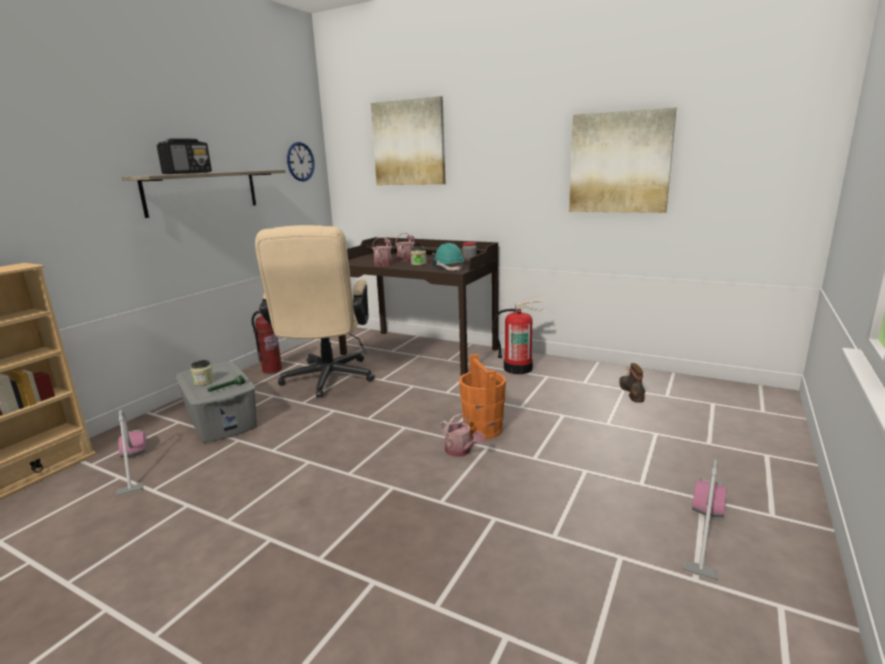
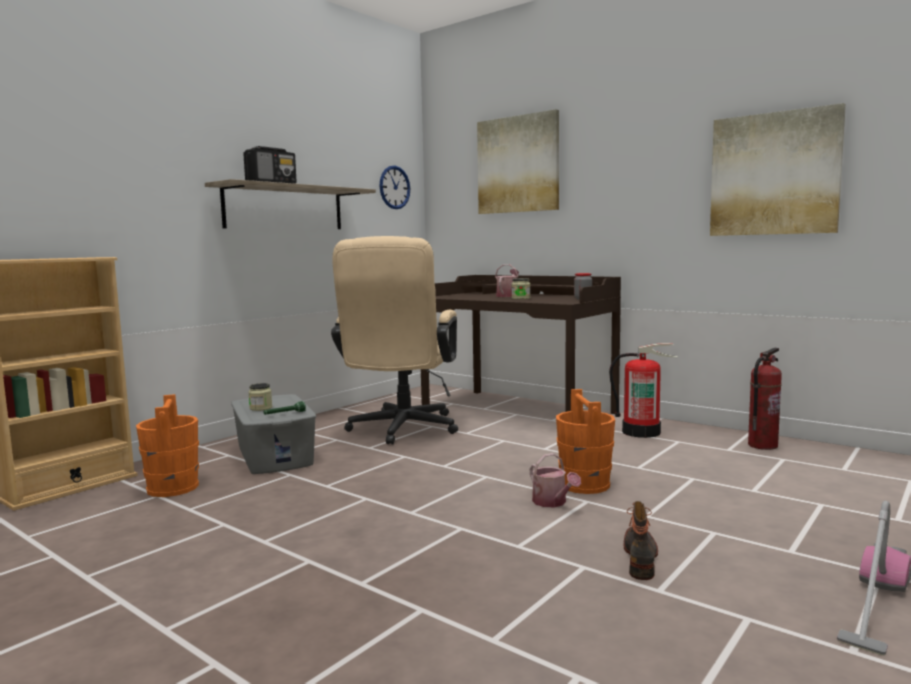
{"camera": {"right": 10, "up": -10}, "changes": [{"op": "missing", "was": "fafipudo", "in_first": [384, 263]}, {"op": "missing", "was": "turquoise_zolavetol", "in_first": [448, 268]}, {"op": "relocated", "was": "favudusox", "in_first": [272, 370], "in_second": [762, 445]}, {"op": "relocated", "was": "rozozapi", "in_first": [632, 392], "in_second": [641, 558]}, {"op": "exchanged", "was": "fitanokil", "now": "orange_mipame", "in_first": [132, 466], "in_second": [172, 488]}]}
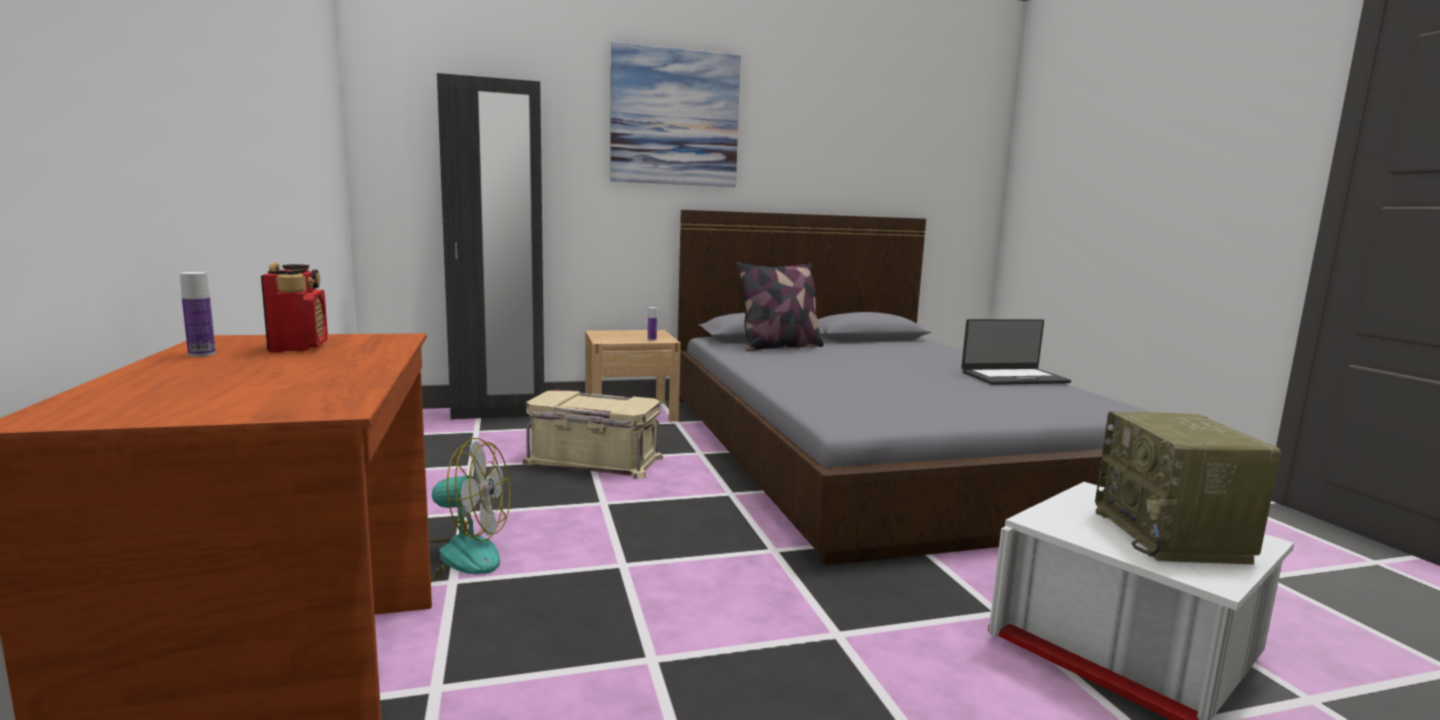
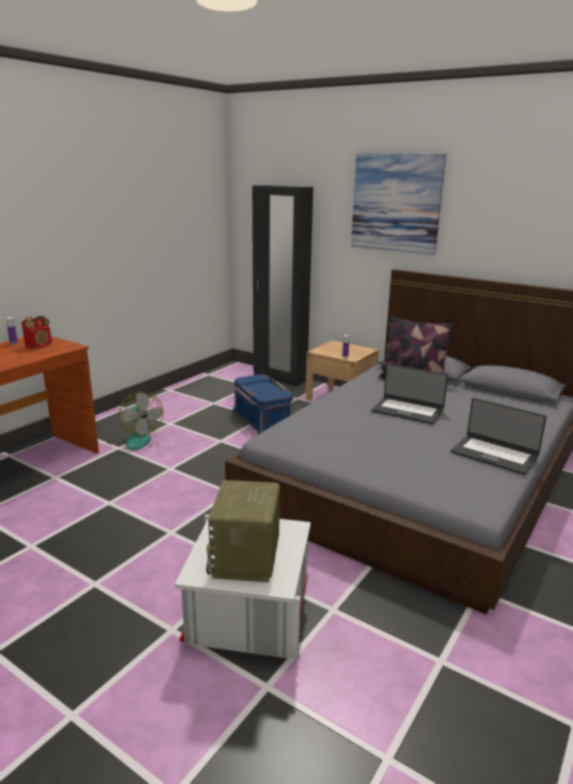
{"camera": {"right": 50, "up": 10}, "changes": [{"op": "appeared", "now": "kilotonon", "in_second": [407, 411]}, {"op": "colour", "was": "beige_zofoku", "now": "blue_zofoku", "in_first": [593, 460], "in_second": [261, 419]}, {"op": "spun", "was": "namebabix", "in_first": [1172, 537], "in_second": [246, 558], "clockwise": -45}]}
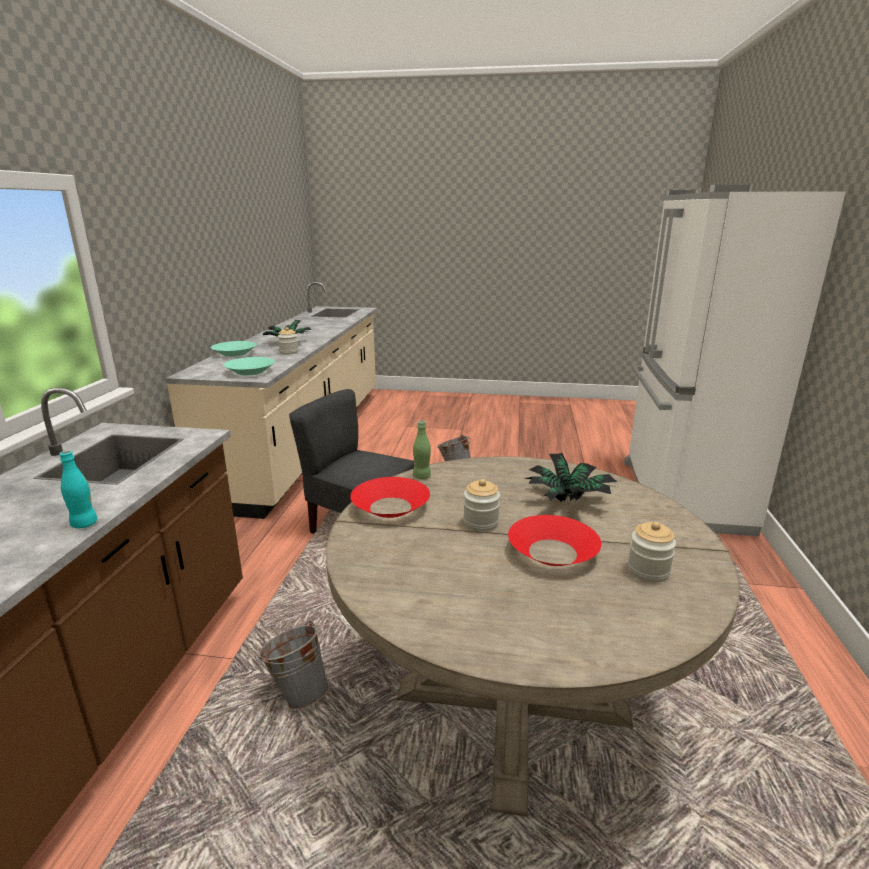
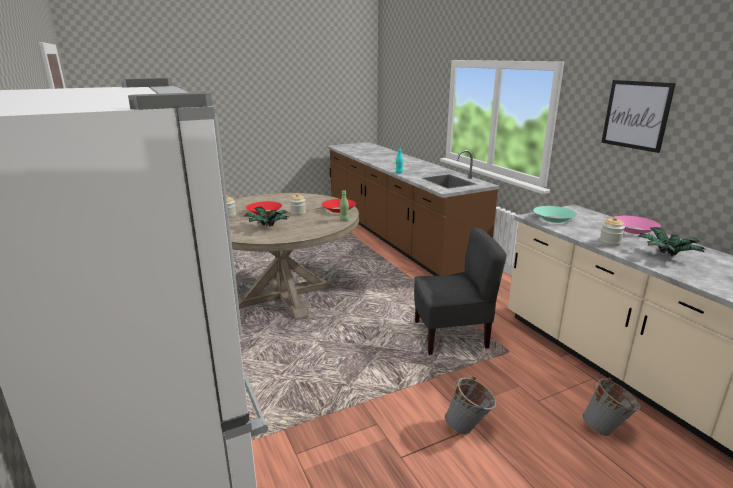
{"camera": {"right": 145, "up": 0}, "changes": [{"op": "appeared", "now": "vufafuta", "in_second": [636, 115]}, {"op": "relocated", "was": "grey_mipame", "in_first": [298, 693], "in_second": [606, 429]}, {"op": "colour", "was": "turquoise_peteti", "now": "pink_peteti", "in_first": [235, 353], "in_second": [634, 230]}]}
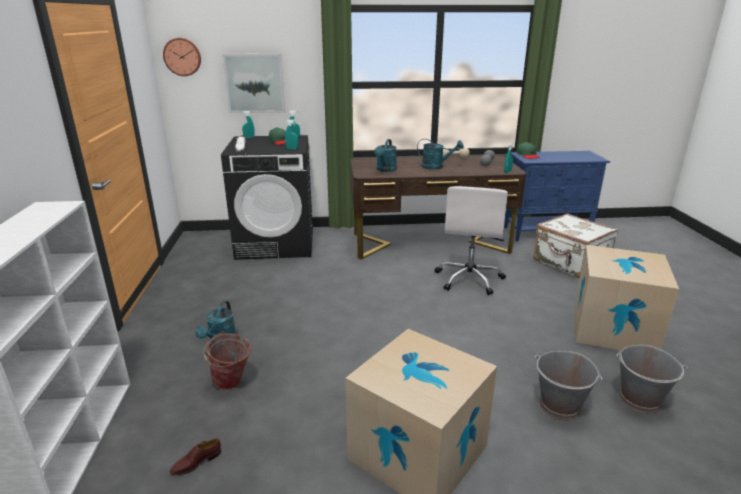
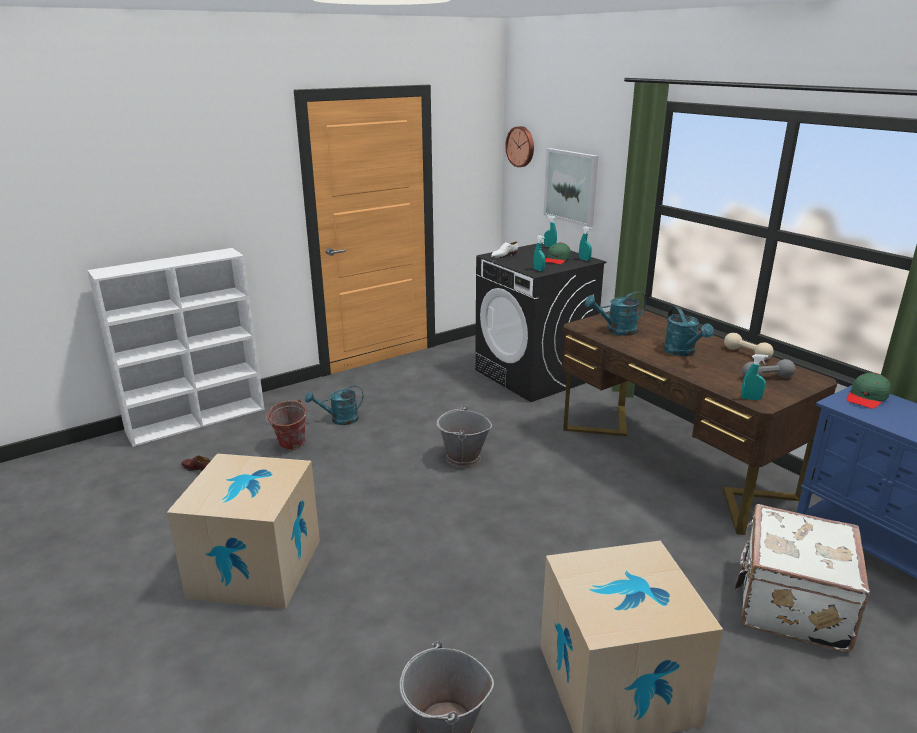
{"camera": {"right": 60, "up": 0}, "changes": [{"op": "missing", "was": "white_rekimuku", "in_first": [469, 279]}, {"op": "relocated", "was": "grey_mipame", "in_first": [560, 407], "in_second": [463, 459]}]}
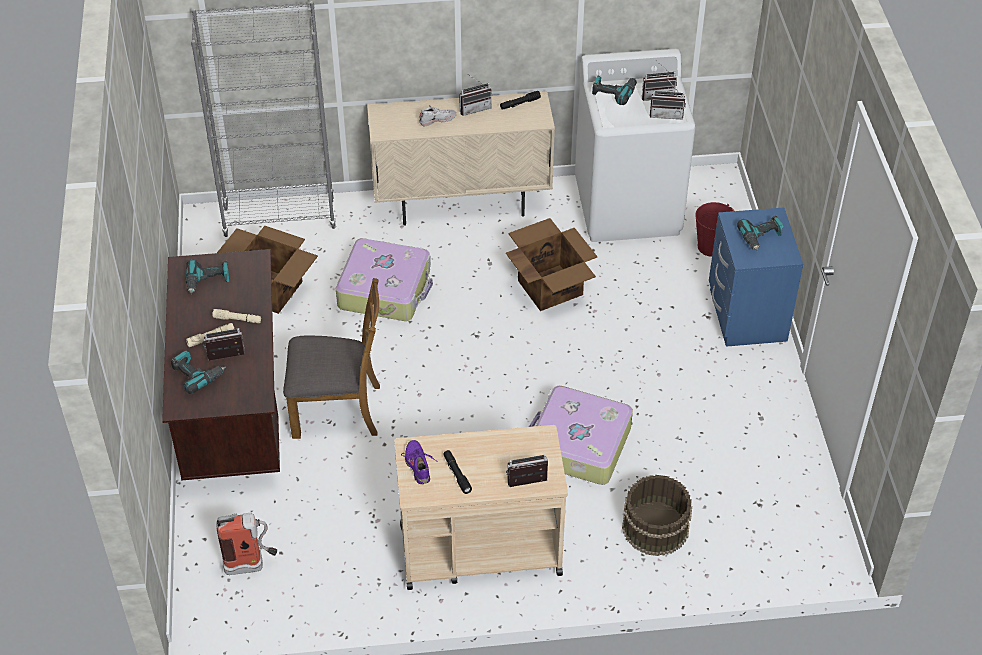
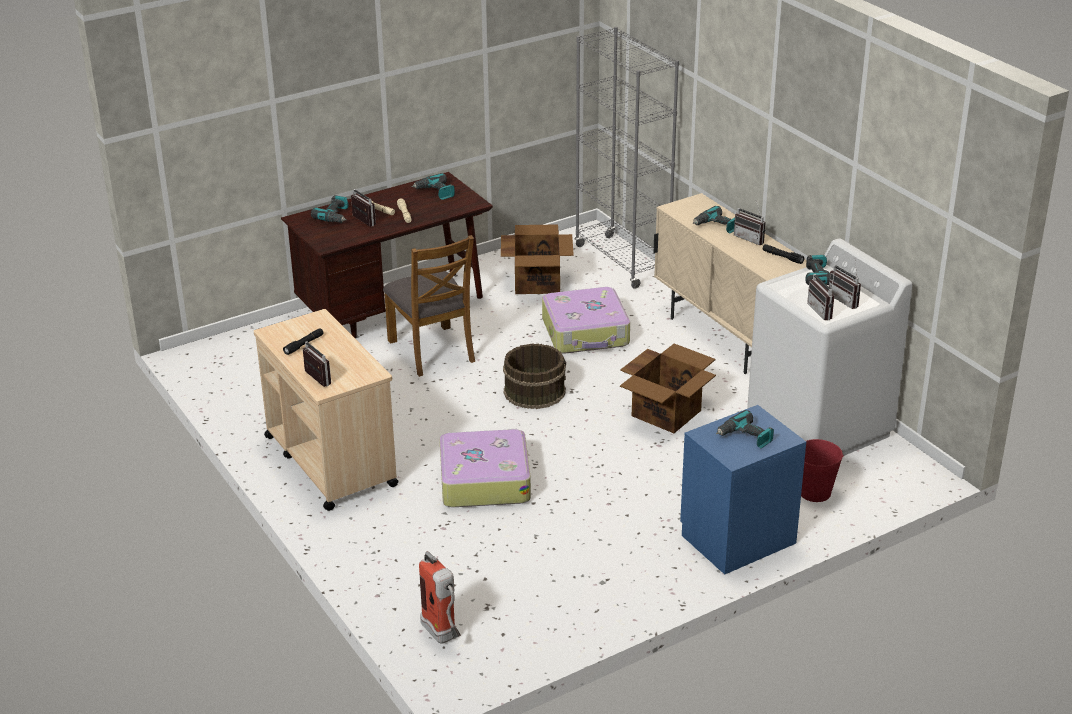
{"camera": {"right": 65, "up": -15}, "changes": [{"op": "missing", "was": "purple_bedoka", "in_first": [418, 465]}, {"op": "relocated", "was": "favudusox", "in_first": [251, 565], "in_second": [443, 636]}, {"op": "relocated", "was": "brown_mipame", "in_first": [654, 527], "in_second": [534, 391]}, {"op": "exchanged", "was": "white_bedoka", "now": "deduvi", "in_first": [437, 119], "in_second": [716, 226]}]}
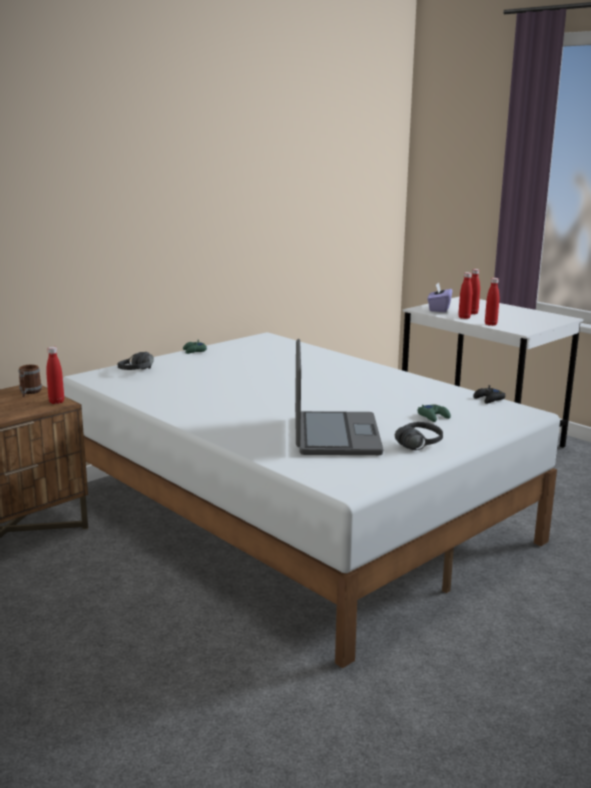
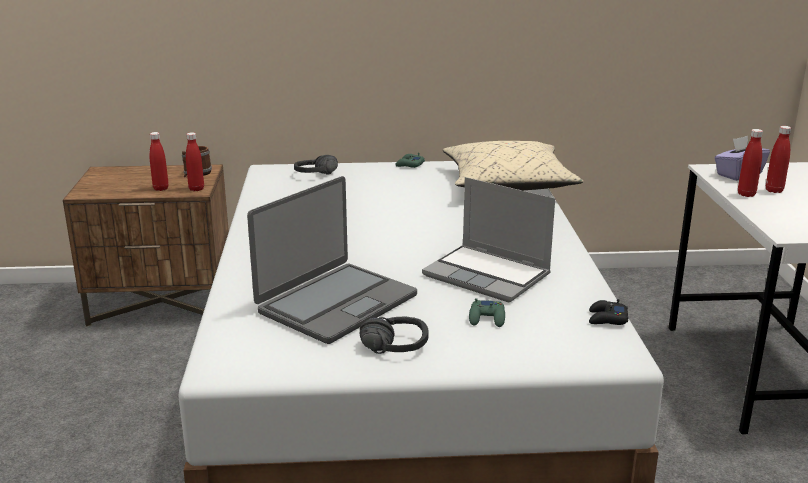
{"camera": {"right": 40, "up": 5}, "changes": [{"op": "appeared", "now": "kilotonon", "in_second": [488, 275]}, {"op": "appeared", "now": "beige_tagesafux", "in_second": [507, 184]}, {"op": "relocated", "was": "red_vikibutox", "in_first": [490, 324], "in_second": [161, 188]}]}
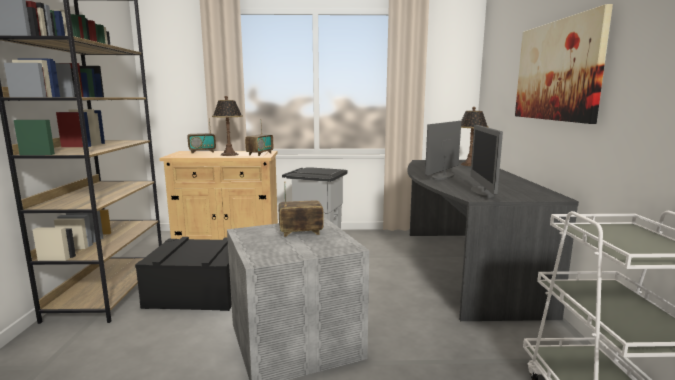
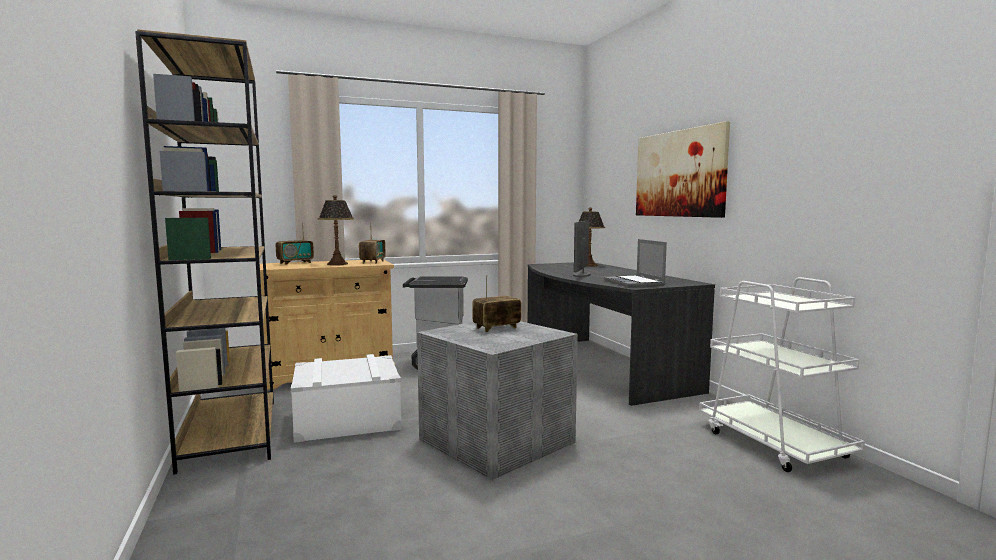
{"camera": {"right": -20, "up": -5}, "changes": [{"op": "exchanged", "was": "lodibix", "now": "kilotonon", "in_first": [482, 192], "in_second": [634, 283]}, {"op": "colour", "was": "black_zofoku", "now": "white_zofoku", "in_first": [198, 292], "in_second": [347, 420]}]}
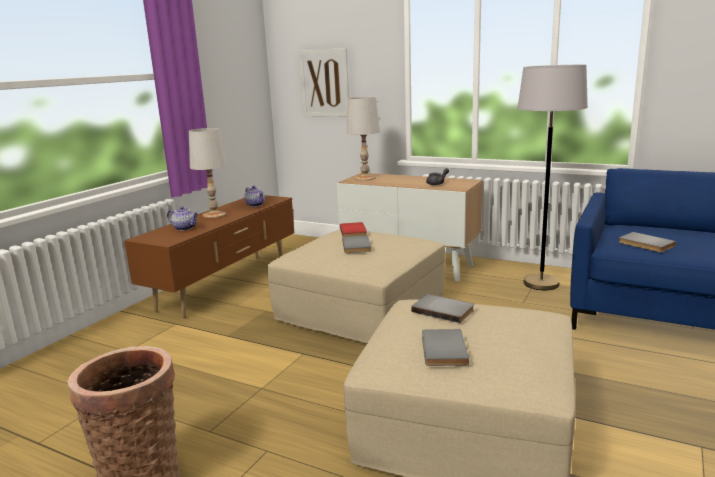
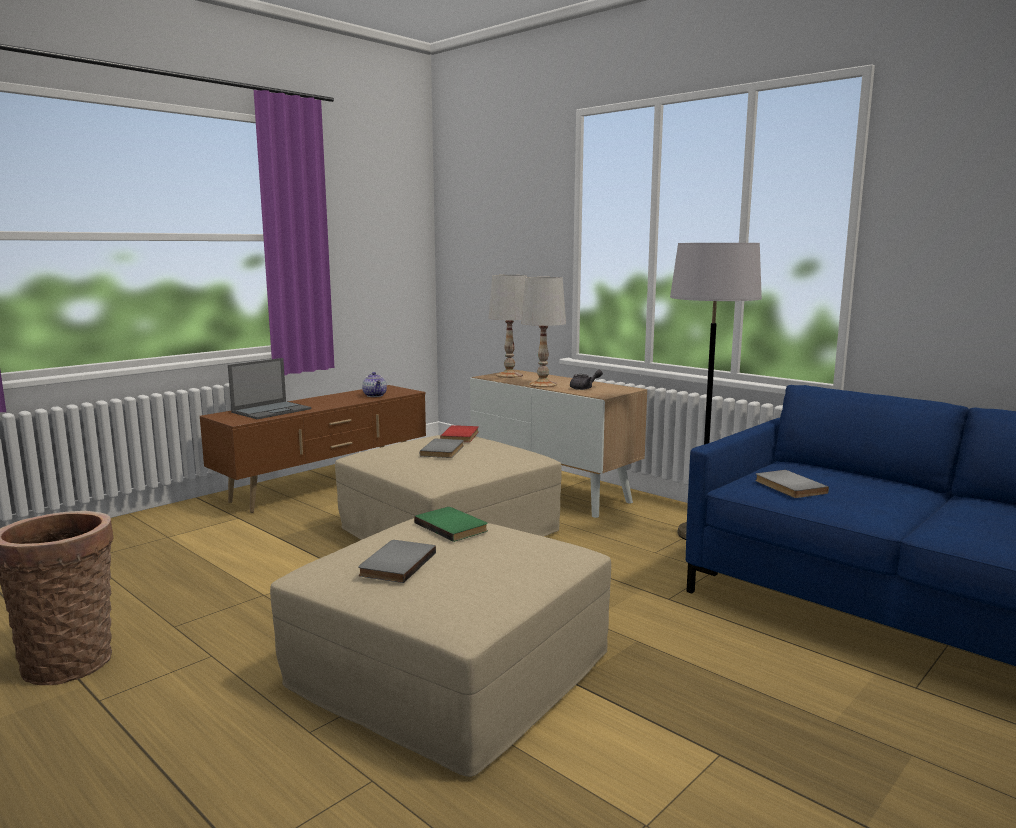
{"camera": {"right": 15, "up": -5}, "changes": [{"op": "missing", "was": "vufafuta", "in_first": [324, 83]}, {"op": "relocated", "was": "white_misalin", "in_first": [214, 214], "in_second": [543, 384]}, {"op": "exchanged", "was": "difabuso", "now": "kilotonon", "in_first": [185, 228], "in_second": [272, 410]}, {"op": "colour", "was": "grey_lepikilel", "now": "green_lepikilel", "in_first": [443, 310], "in_second": [453, 526]}]}
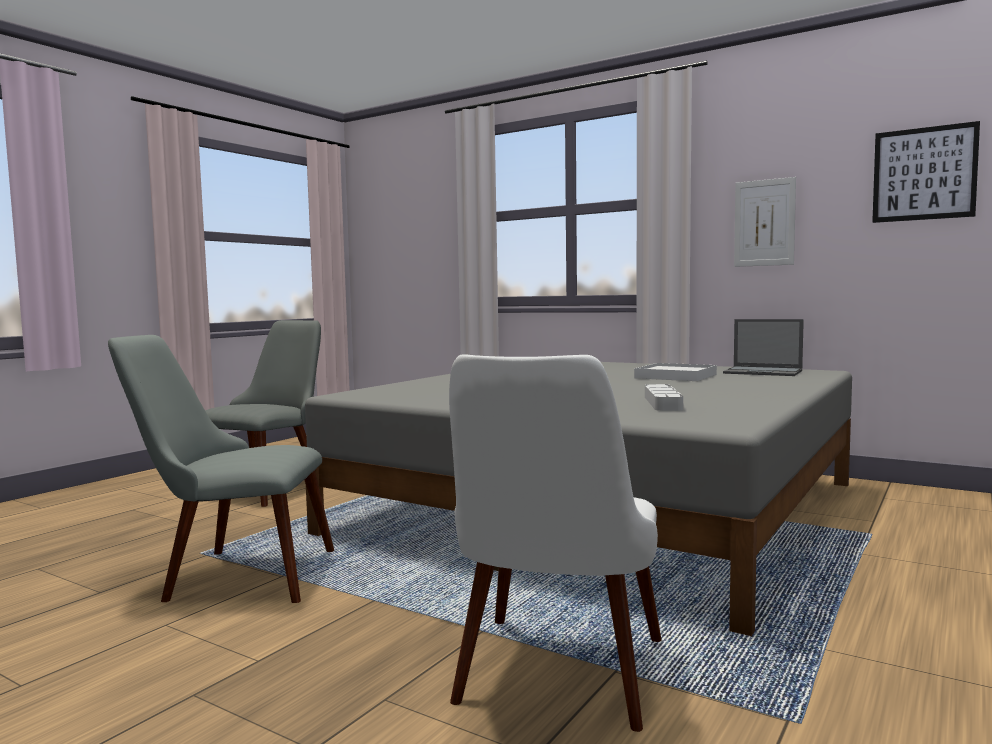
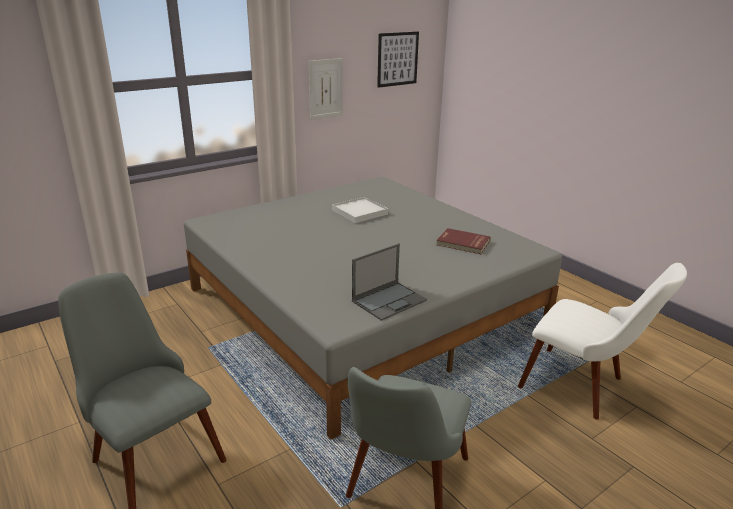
{"camera": {"right": -70, "up": 20}, "changes": [{"op": "relocated", "was": "kilotonon", "in_first": [764, 372], "in_second": [389, 300]}, {"op": "exchanged", "was": "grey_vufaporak", "now": "red_lepikilel", "in_first": [662, 403], "in_second": [463, 243]}]}
